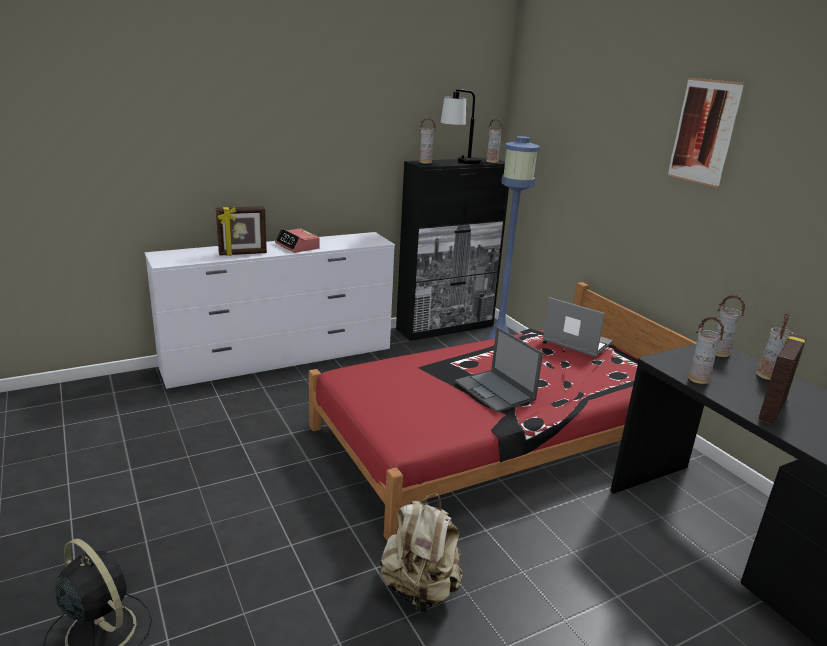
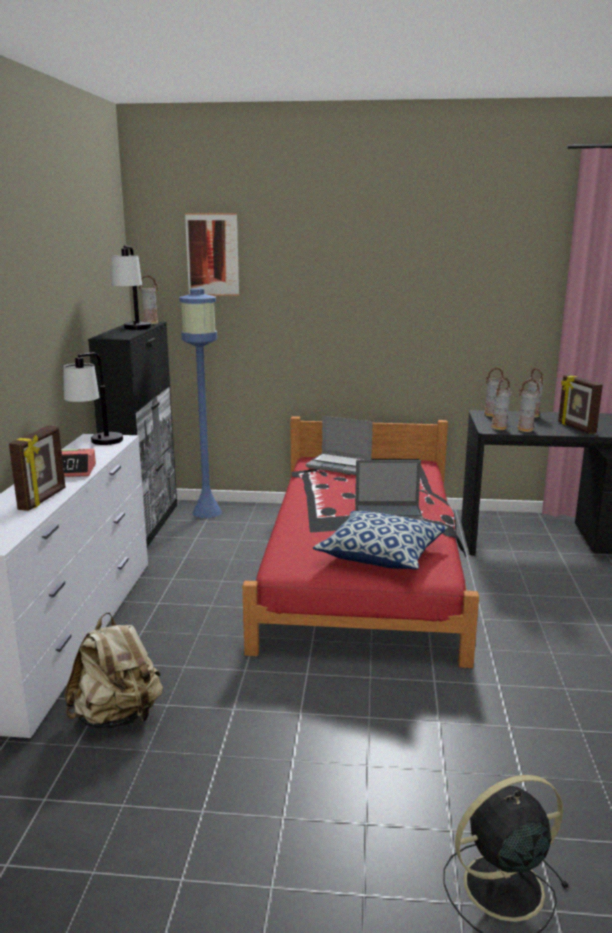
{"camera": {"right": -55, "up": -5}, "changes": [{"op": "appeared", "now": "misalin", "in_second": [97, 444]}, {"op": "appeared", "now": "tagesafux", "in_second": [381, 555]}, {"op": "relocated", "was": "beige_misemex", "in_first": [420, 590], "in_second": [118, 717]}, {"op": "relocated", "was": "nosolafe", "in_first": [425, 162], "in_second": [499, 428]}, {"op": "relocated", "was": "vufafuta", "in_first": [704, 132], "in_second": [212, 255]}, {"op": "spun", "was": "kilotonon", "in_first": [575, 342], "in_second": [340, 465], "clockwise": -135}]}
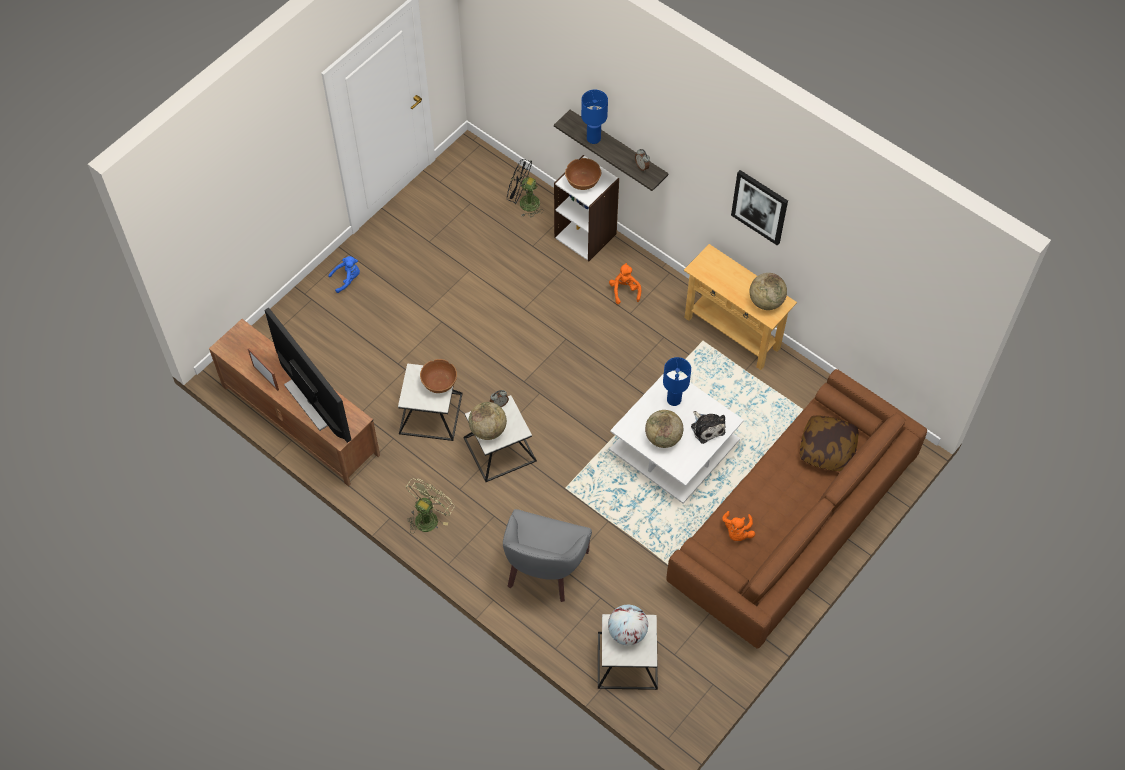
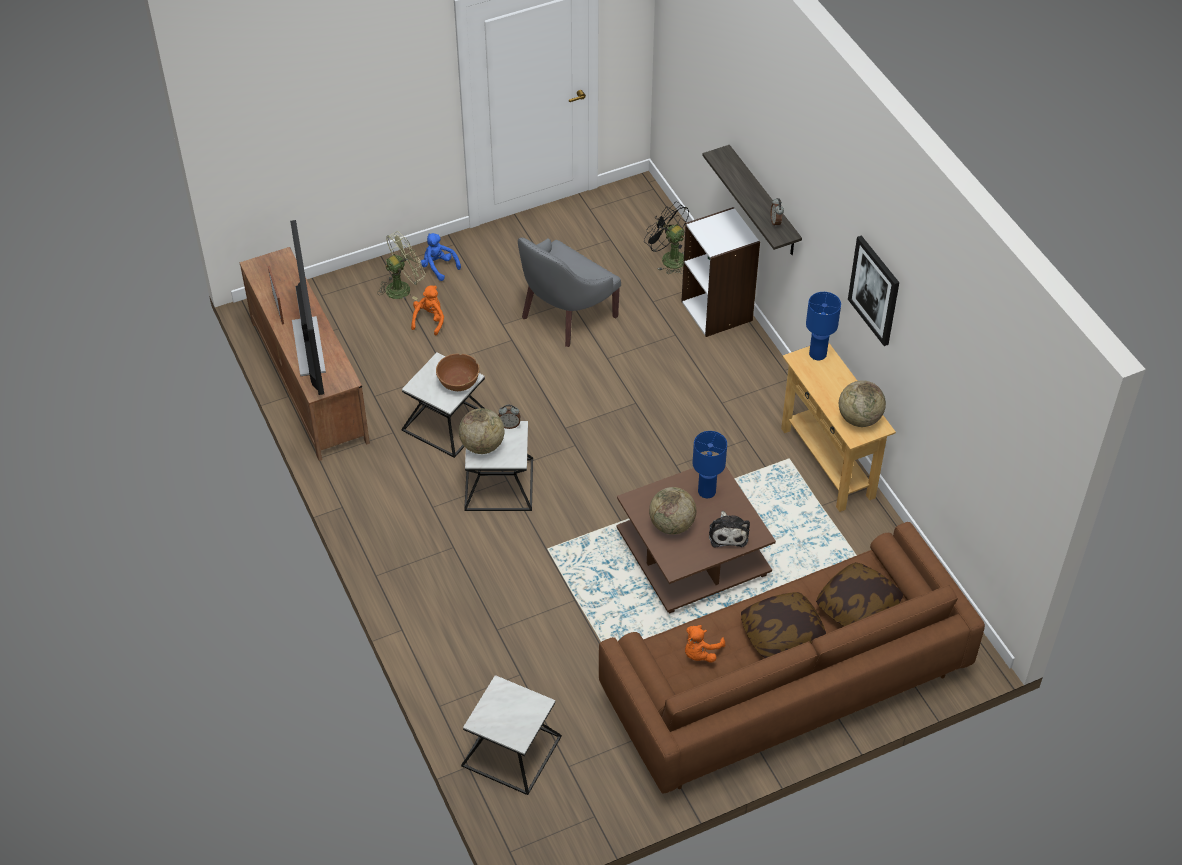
{"camera": {"right": 25, "up": -10}, "changes": [{"op": "missing", "was": "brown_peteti", "in_first": [582, 182]}, {"op": "missing", "was": "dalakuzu", "in_first": [627, 632]}, {"op": "appeared", "now": "tagesafux", "in_second": [782, 634]}, {"op": "relocated", "was": "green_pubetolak", "in_first": [428, 516], "in_second": [402, 287]}, {"op": "relocated", "was": "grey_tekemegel", "in_first": [543, 569], "in_second": [565, 315]}, {"op": "relocated", "was": "blue_misalin", "in_first": [594, 138], "in_second": [818, 354]}, {"op": "relocated", "was": "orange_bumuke", "in_first": [624, 290], "in_second": [429, 320]}, {"op": "colour", "was": "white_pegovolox", "now": "brown_pegovolox", "in_first": [674, 449], "in_second": [692, 556]}, {"op": "spun", "was": "blue_bumuke", "in_first": [347, 279], "in_second": [438, 267], "clockwise": -135}]}
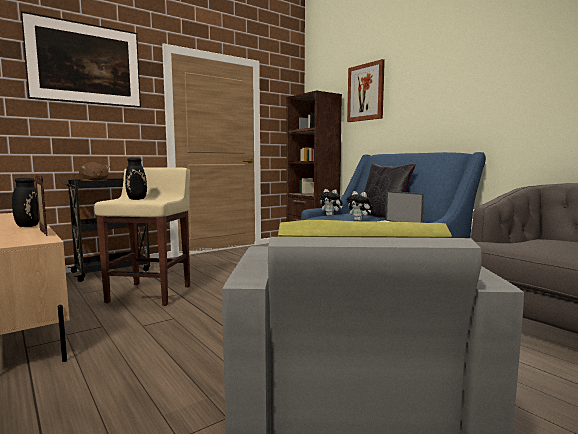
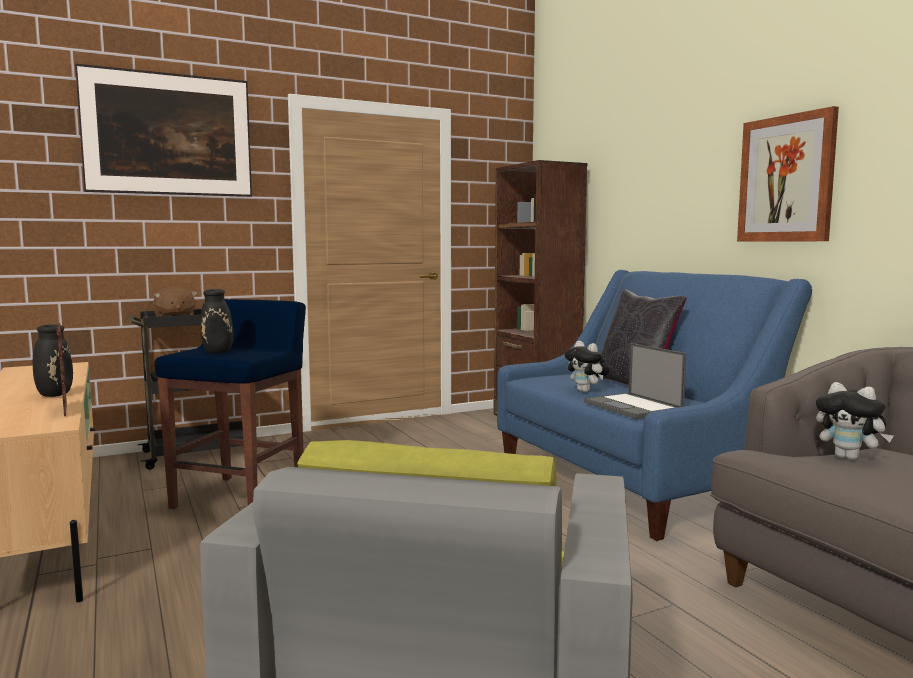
{"camera": {"right": 10, "up": 0}, "changes": [{"op": "relocated", "was": "bumuke", "in_first": [331, 215], "in_second": [849, 458]}, {"op": "relocated", "was": "vufafuta", "in_first": [366, 92], "in_second": [786, 179]}, {"op": "colour", "was": "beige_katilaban", "now": "blue_katilaban", "in_first": [151, 293], "in_second": [241, 497]}]}
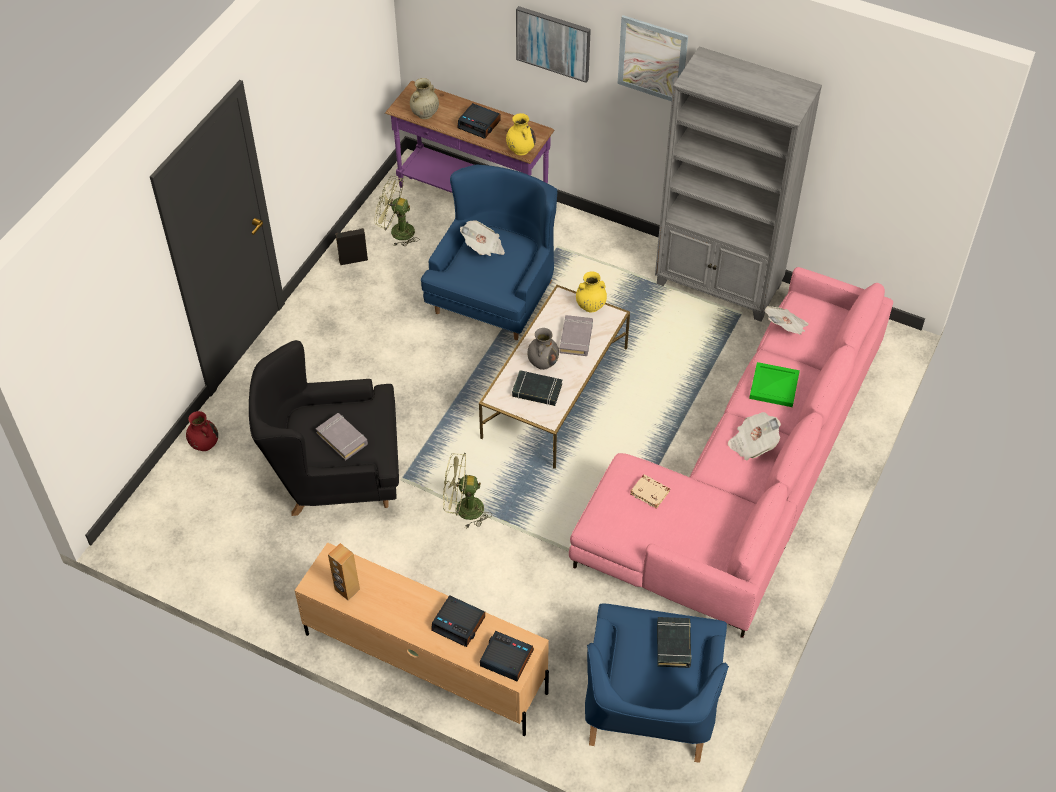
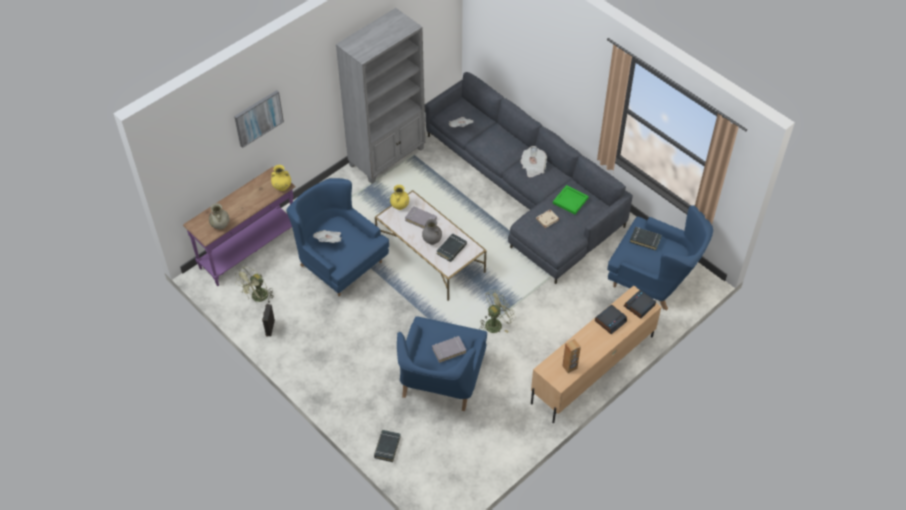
{"camera": {"right": -70, "up": 0}, "changes": [{"op": "missing", "was": "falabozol", "in_first": [479, 124]}, {"op": "missing", "was": "vufafuta", "in_first": [652, 59]}, {"op": "relocated", "was": "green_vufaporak", "in_first": [775, 386], "in_second": [570, 200]}, {"op": "exchanged", "was": "red_nosolafe", "now": "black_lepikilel", "in_first": [204, 444], "in_second": [387, 447]}, {"op": "colour", "was": "black_tekemegel", "now": "blue_tekemegel", "in_first": [335, 471], "in_second": [440, 380]}, {"op": "colour", "was": "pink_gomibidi", "now": "grey_gomibidi", "in_first": [743, 477], "in_second": [526, 192]}, {"op": "spun", "was": "green_pubetolak", "in_first": [463, 509], "in_second": [496, 323], "clockwise": -150}]}
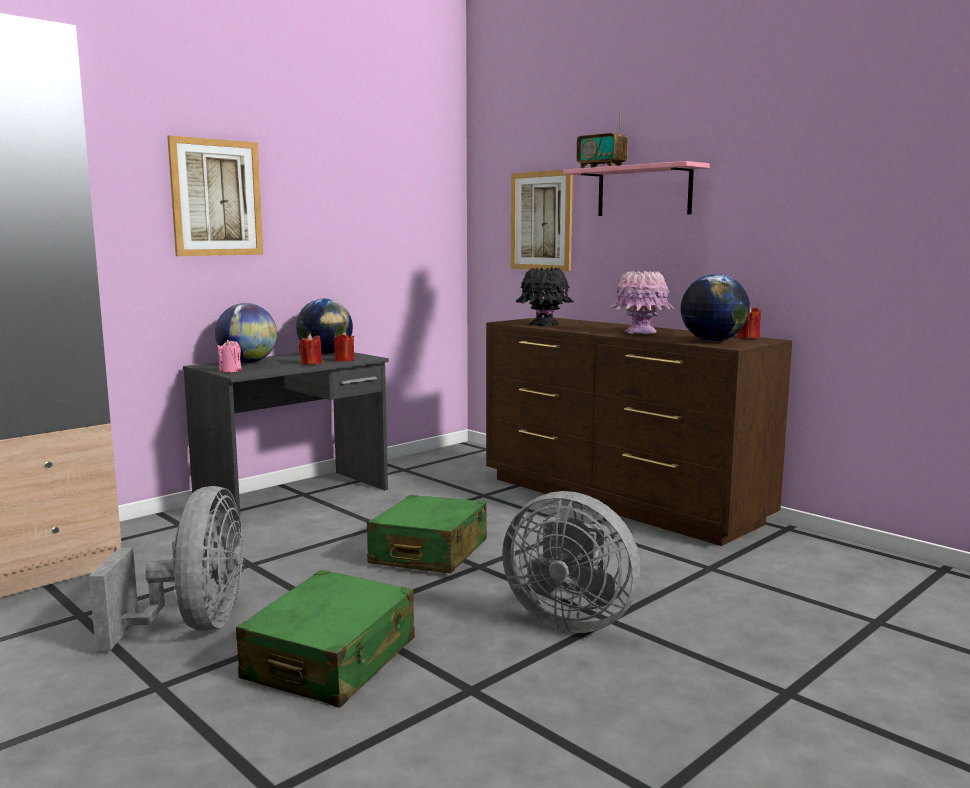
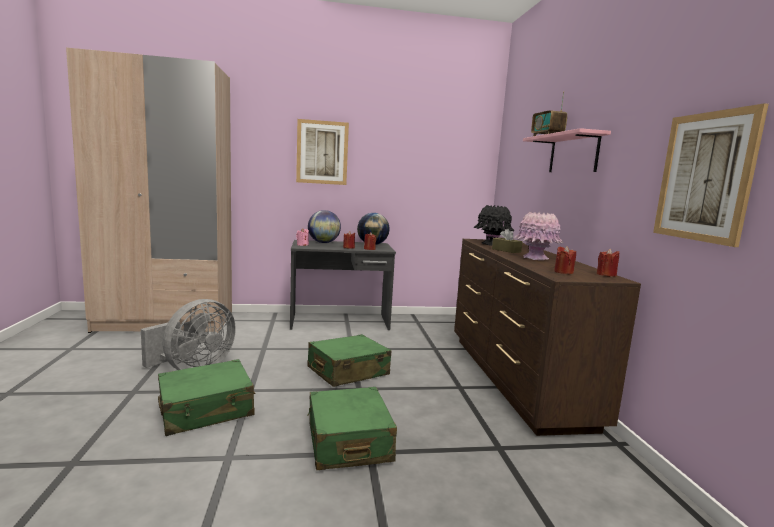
{"camera": {"right": 35, "up": 0}, "changes": [{"op": "appeared", "now": "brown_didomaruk", "in_second": [506, 250]}, {"op": "relocated", "was": "vufafuta", "in_first": [541, 221], "in_second": [704, 177]}, {"op": "exchanged", "was": "grey_pubetolak", "now": "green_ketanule", "in_first": [570, 620], "in_second": [348, 442]}, {"op": "exchanged", "was": "dalakuzu", "now": "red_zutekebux", "in_first": [712, 341], "in_second": [563, 272]}]}
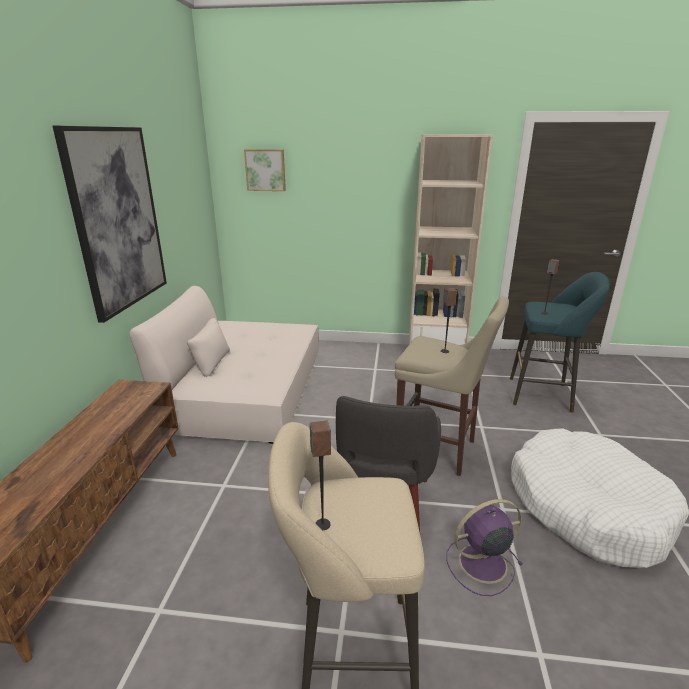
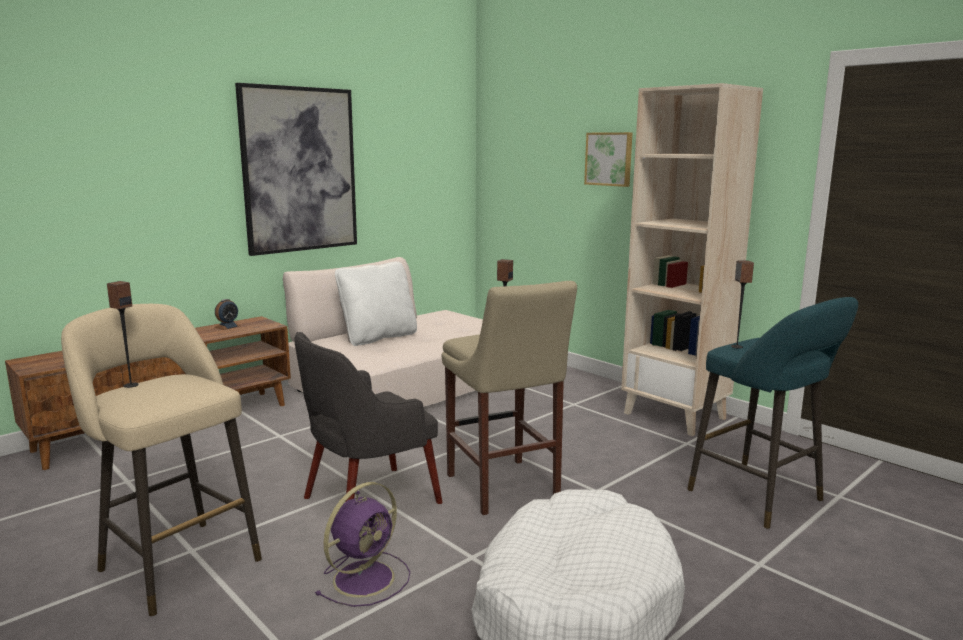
{"camera": {"right": 40, "up": -10}, "changes": [{"op": "appeared", "now": "falabozol", "in_second": [227, 326]}, {"op": "appeared", "now": "white_tagesafux", "in_second": [378, 337]}, {"op": "relocated", "was": "vufafuta", "in_first": [265, 170], "in_second": [609, 159]}, {"op": "spun", "was": "purple_pubetolak", "in_first": [480, 563], "in_second": [366, 577], "clockwise": 105}]}
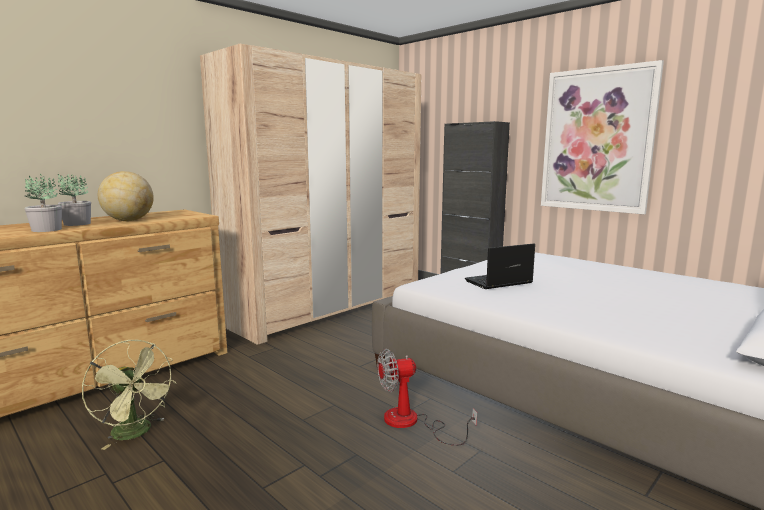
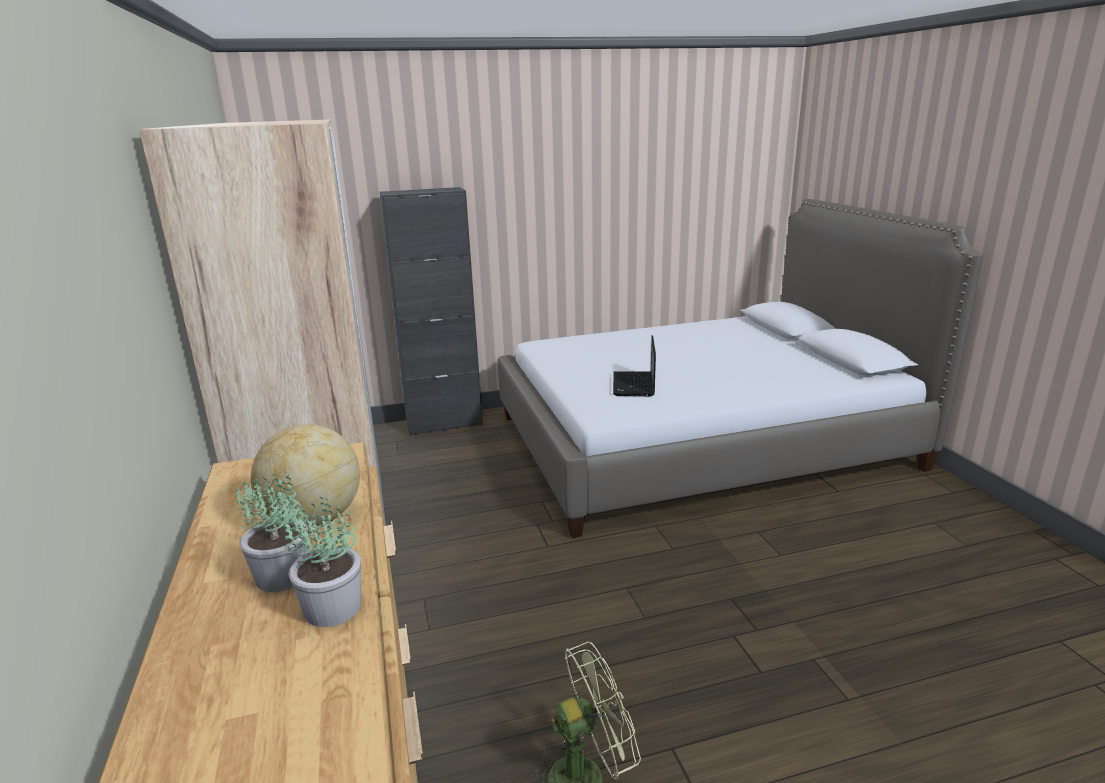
{"camera": {"right": -60, "up": 10}, "changes": [{"op": "missing", "was": "pubetolak", "in_first": [411, 423]}, {"op": "missing", "was": "vufafuta", "in_first": [597, 140]}]}
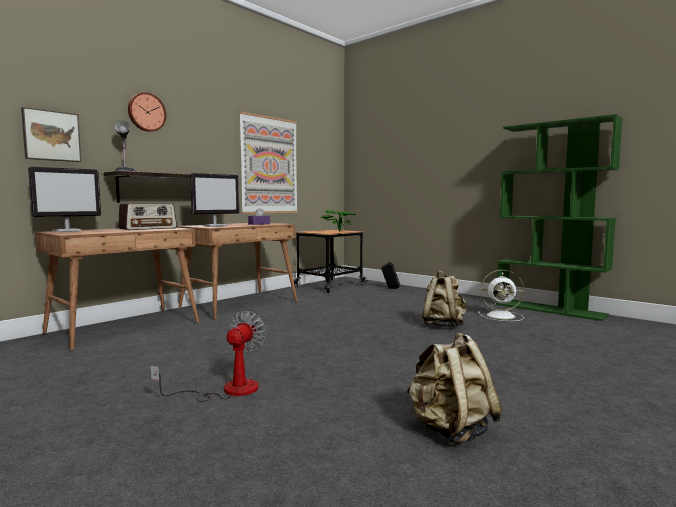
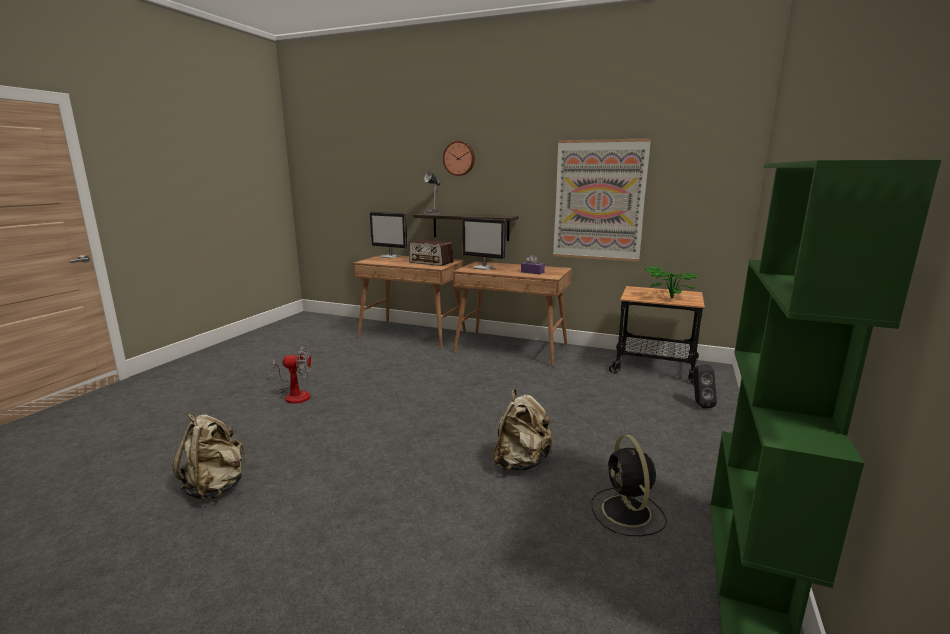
{"camera": {"right": 70, "up": 10}, "changes": [{"op": "missing", "was": "vufafuta", "in_first": [51, 136]}, {"op": "colour", "was": "white_pubetolak", "now": "black_pubetolak", "in_first": [502, 316], "in_second": [627, 513]}]}
